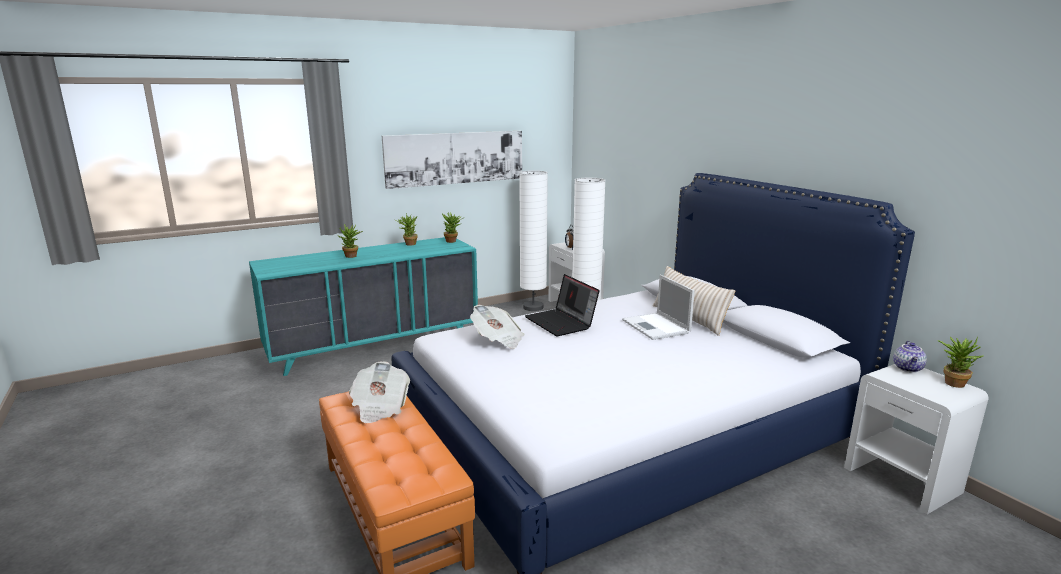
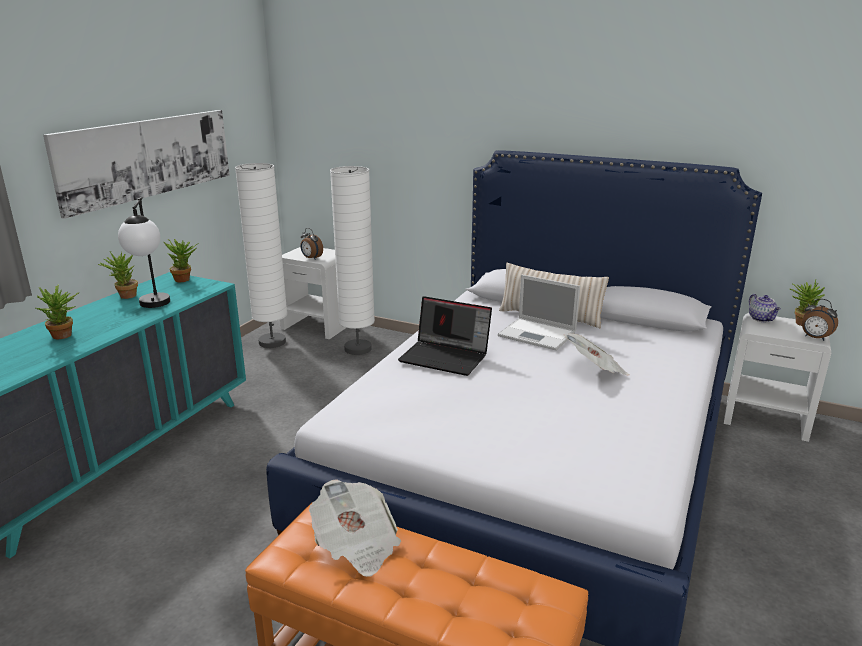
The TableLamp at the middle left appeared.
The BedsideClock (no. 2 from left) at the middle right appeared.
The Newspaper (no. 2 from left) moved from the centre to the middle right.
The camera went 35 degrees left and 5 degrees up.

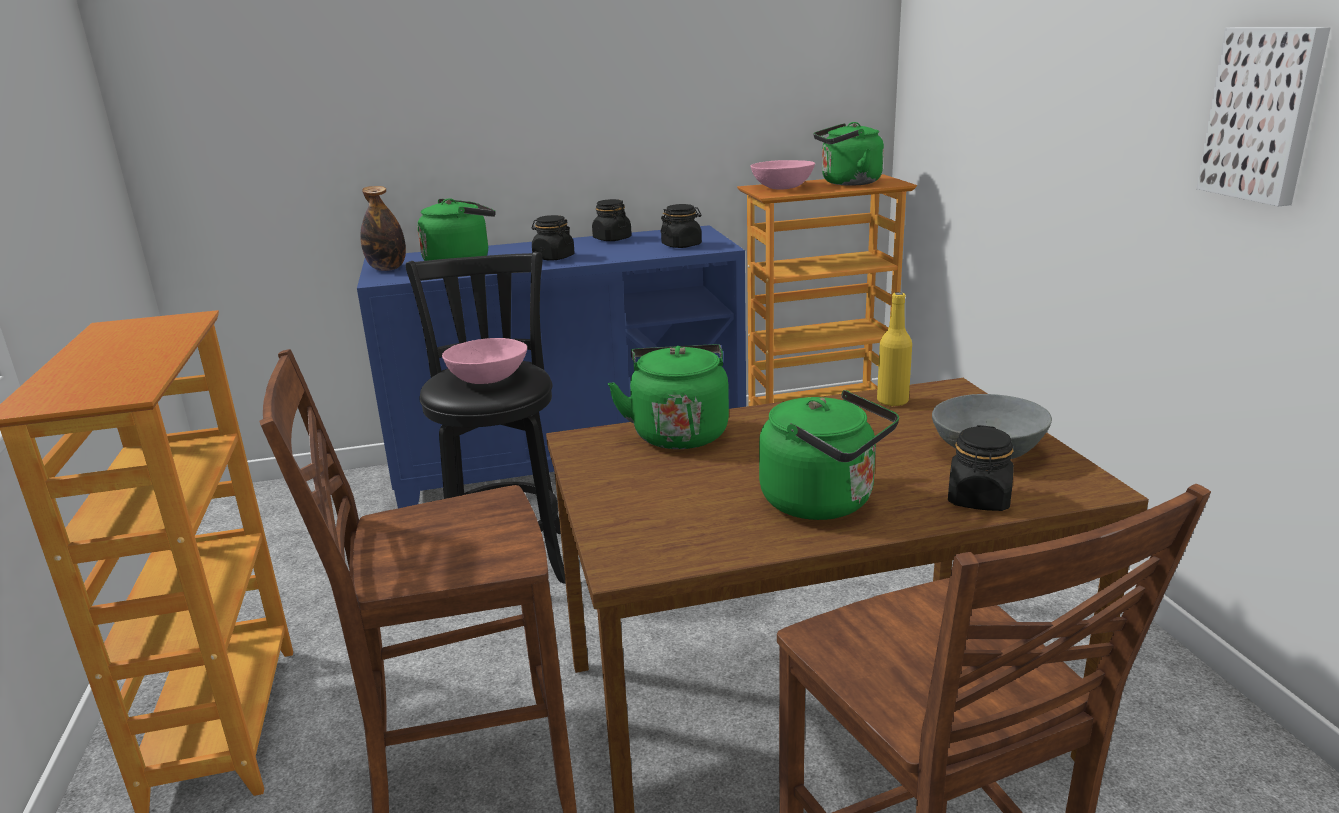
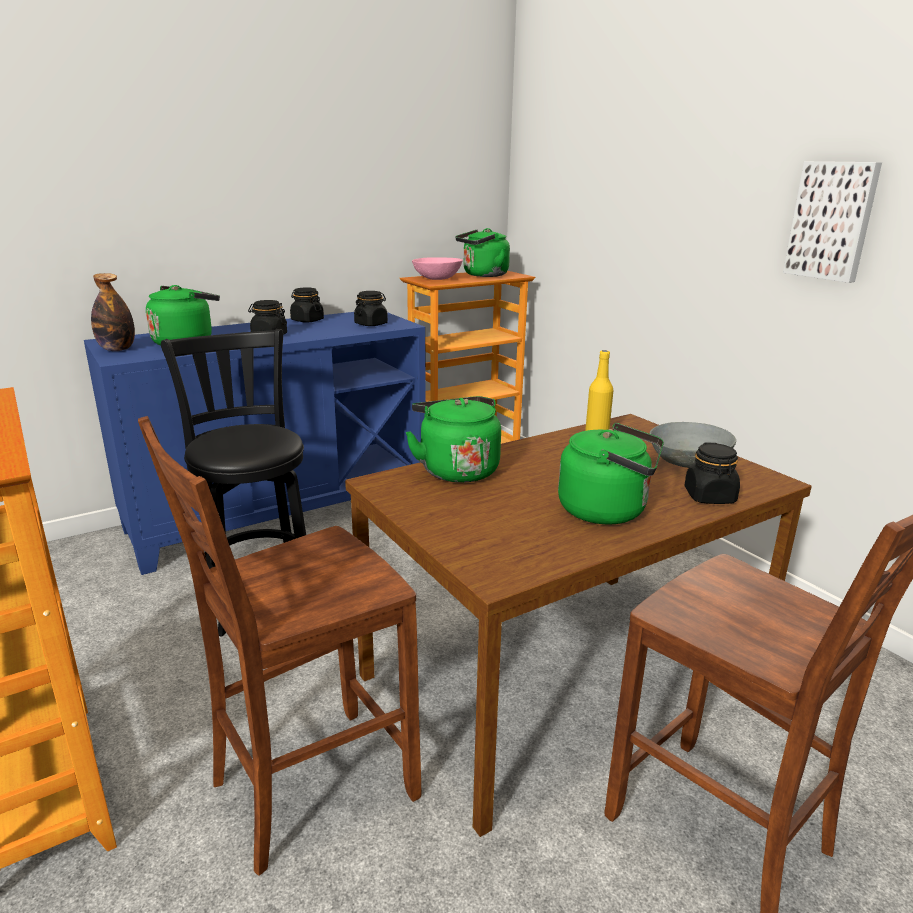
The PinkColouredDeepDish (no. 1 from left) at the centre disappeared.
The camera went 20 degrees left and 0 degrees up.

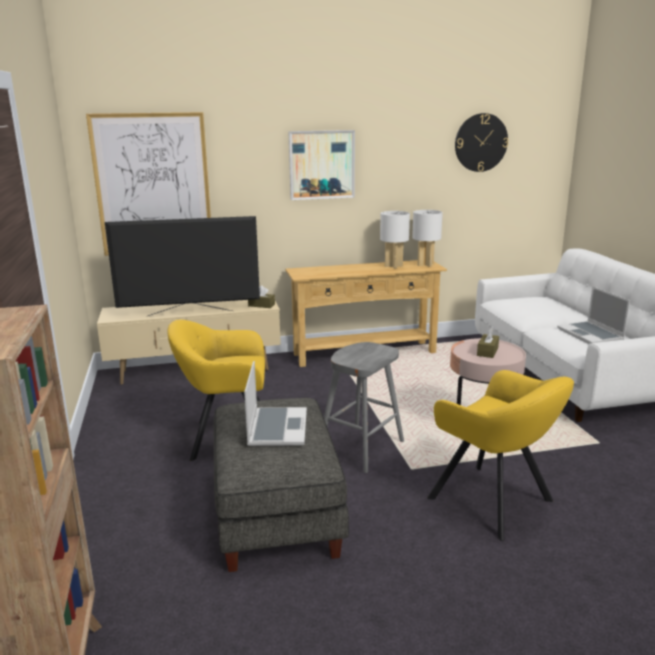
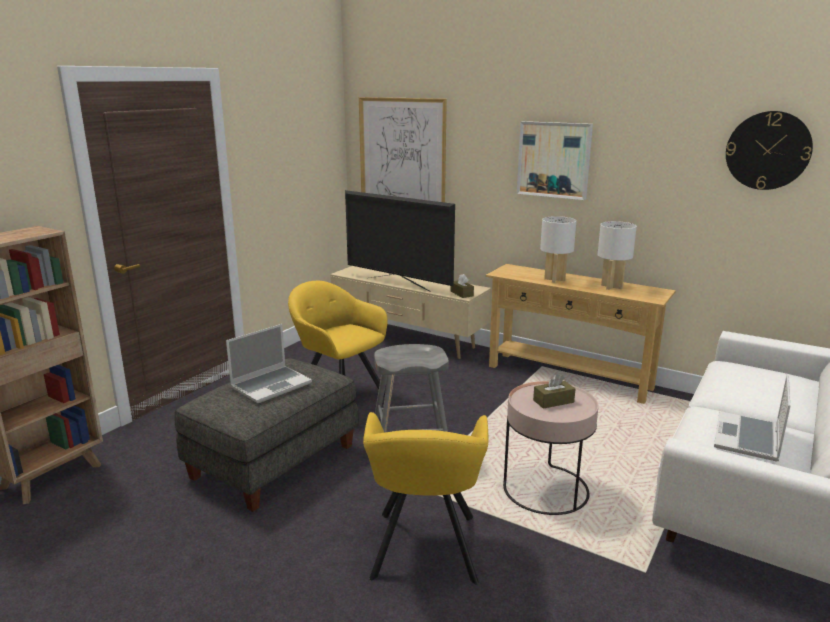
The WhiteTableLamp (no. 2 from left in the first image) moved from the centre to the middle right.
The camera went 45 degrees right and 0 degrees up.

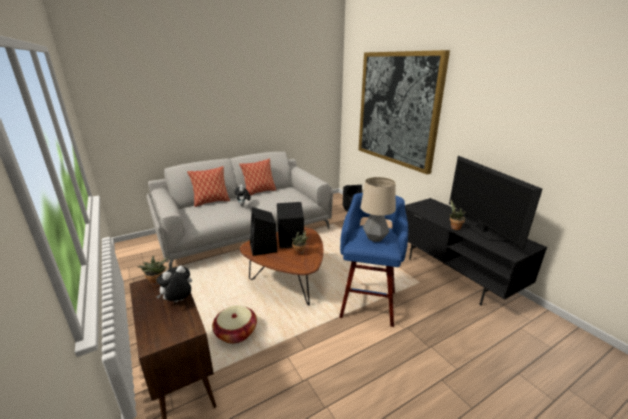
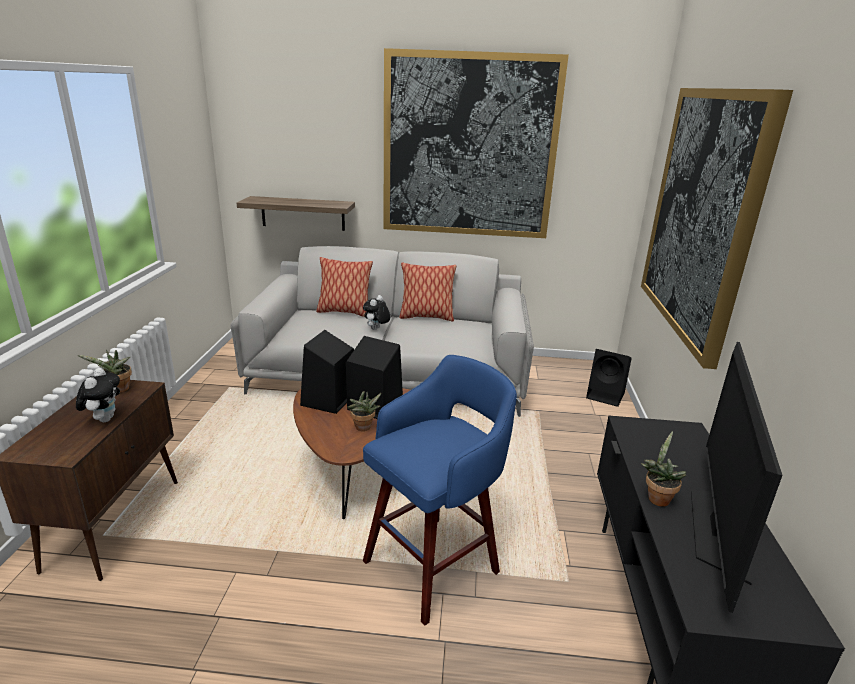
The HouseholdBasket at the bottom centre disappeared.
The TableLamp at the centre disappeared.
The BracketShelf at the top centre appeared.
The WallArt (no. 1 from left) at the top centre appeared.
The PlushToy (no. 1 from left) at the bottom left turned 90 degrees clockwise.
The camera went 35 degrees right and 0 degrees up.

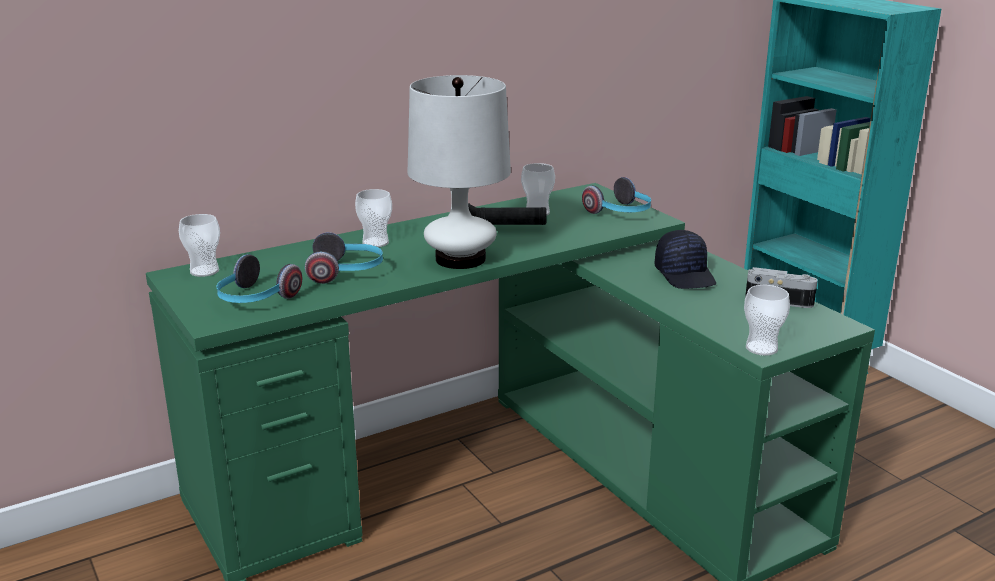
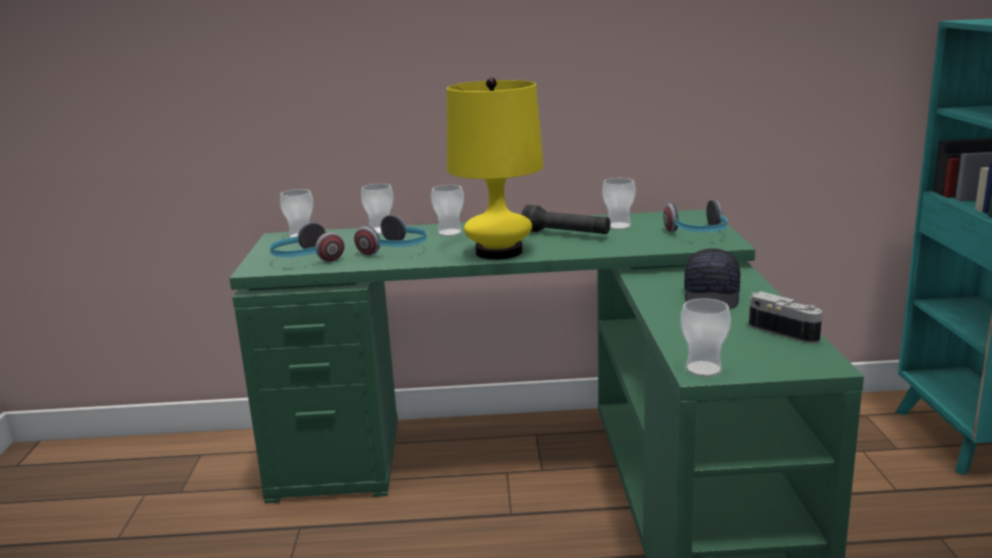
The DrinkingCup (no. 2 from left) at the centre appeared.
The WhiteTableLamp at the top centre became the YellowTableLamp at the top centre.
The camera went 30 degrees right and 5 degrees down.

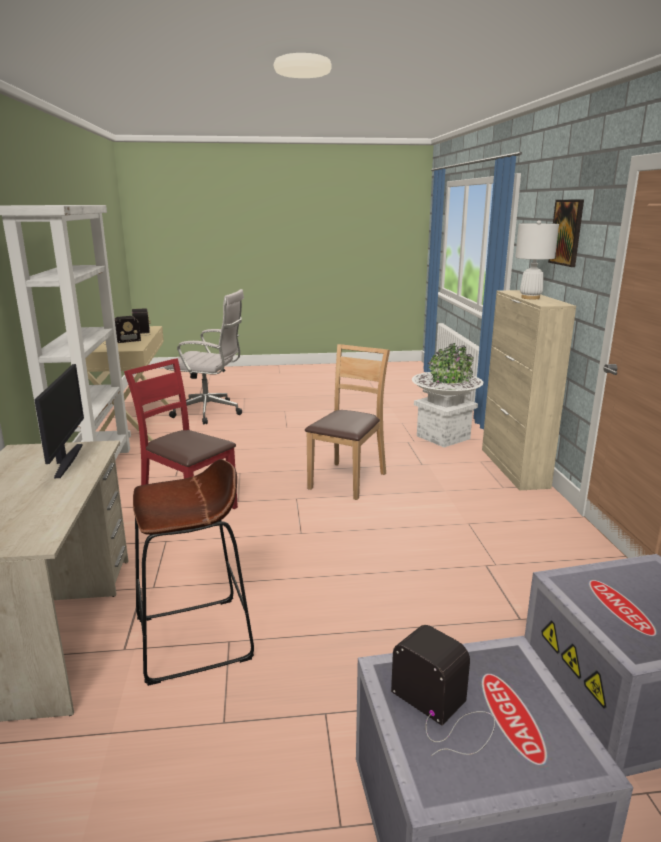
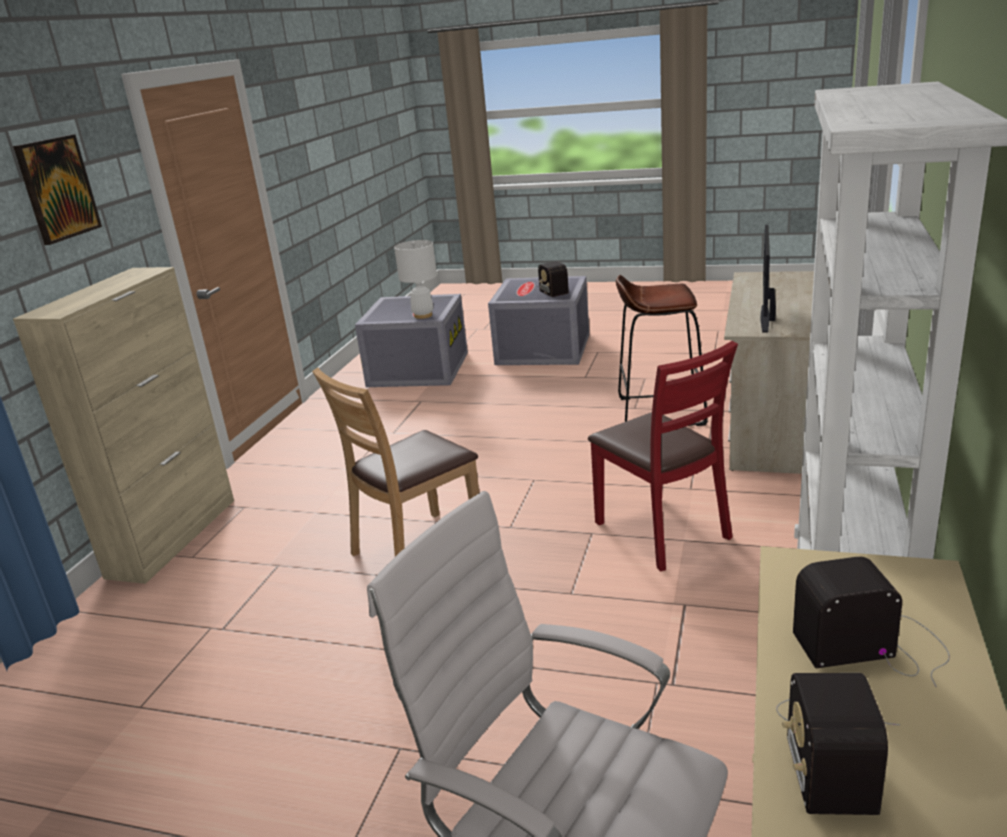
The WhitePlanter at the middle right disappeared.
The WhiteTableLamp moved from the top right to the centre.
The camera went 155 degrees left and 5 degrees up.

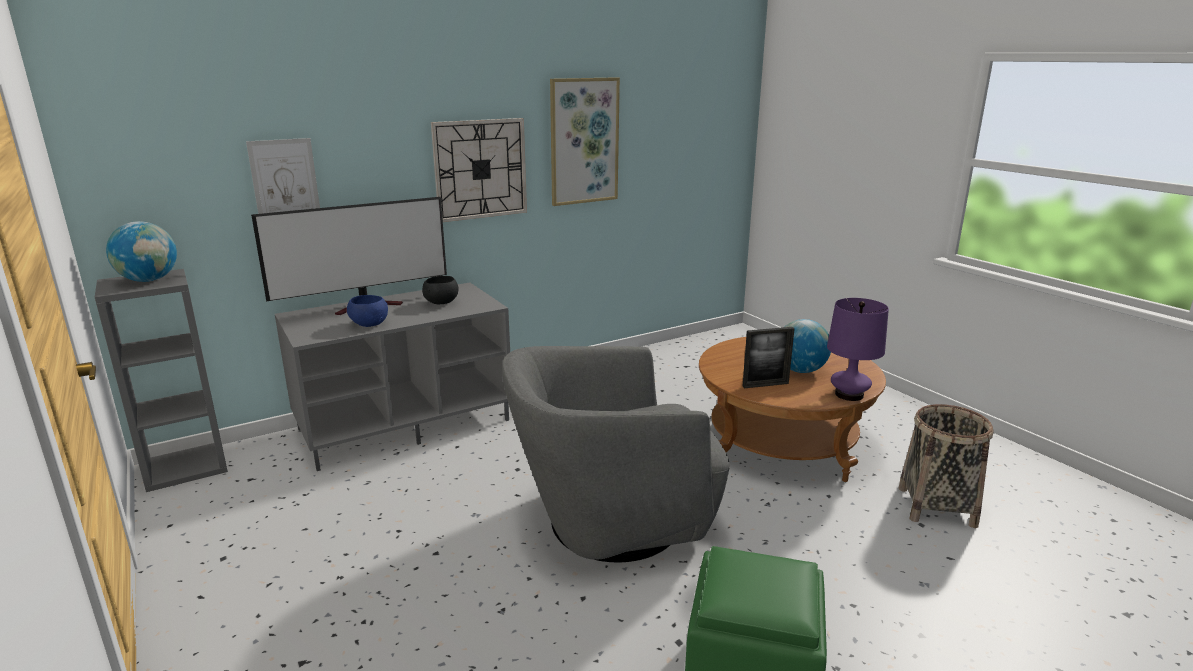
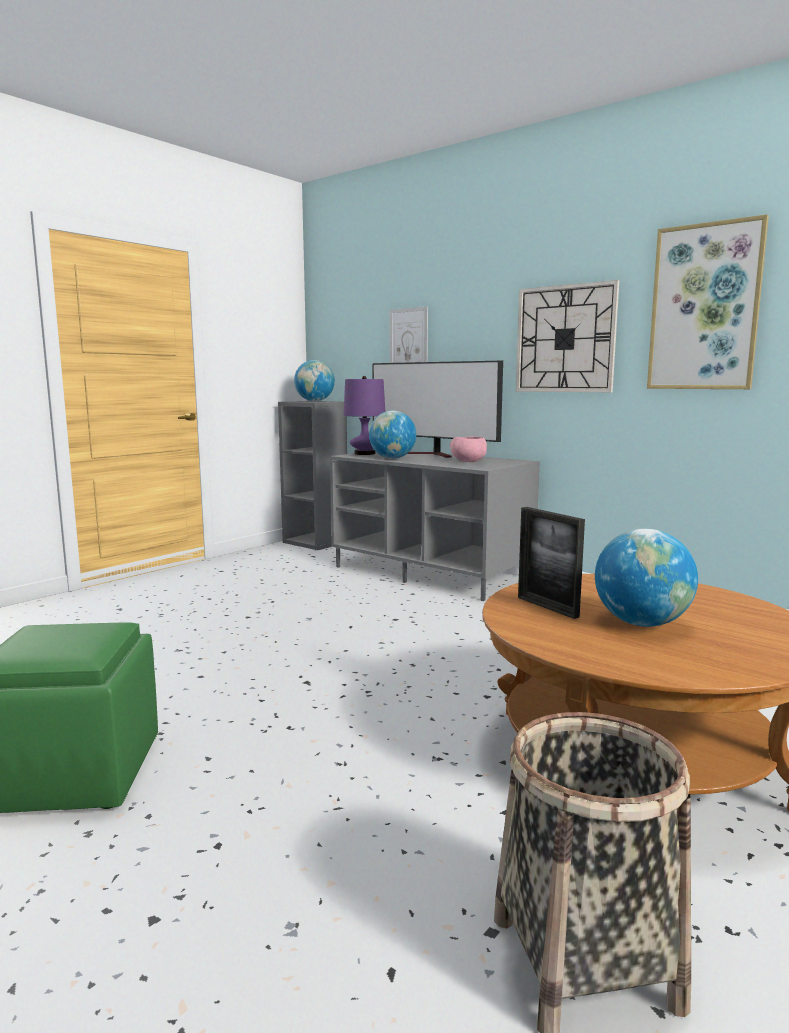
The GreyishEasyChair at the bottom centre disappeared.
The PurpleTableLamp moved from the middle right to the centre.
The BlueColouredDeepDish at the middle left was replaced by the Globe (no. 2 from left) at the centre.
The BlackishDeepDish at the centre became the PinkColouredDeepDish at the centre.
The camera went 70 degrees right and 10 degrees down.

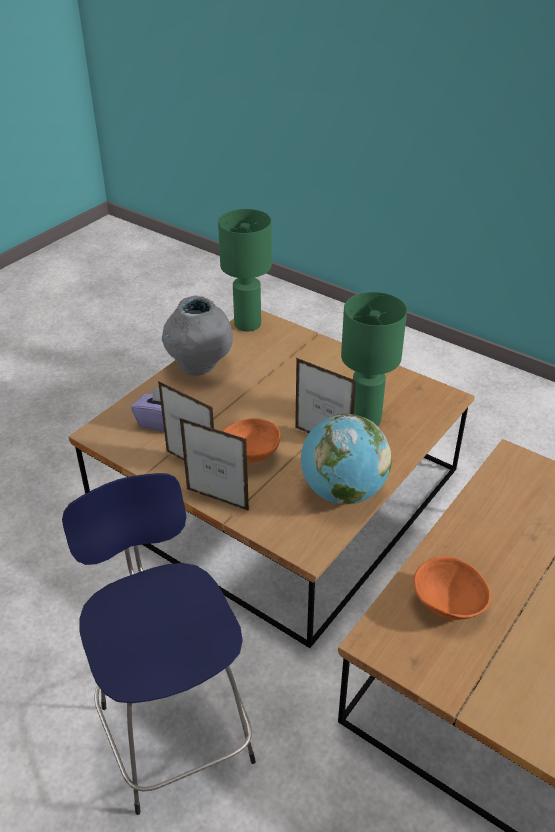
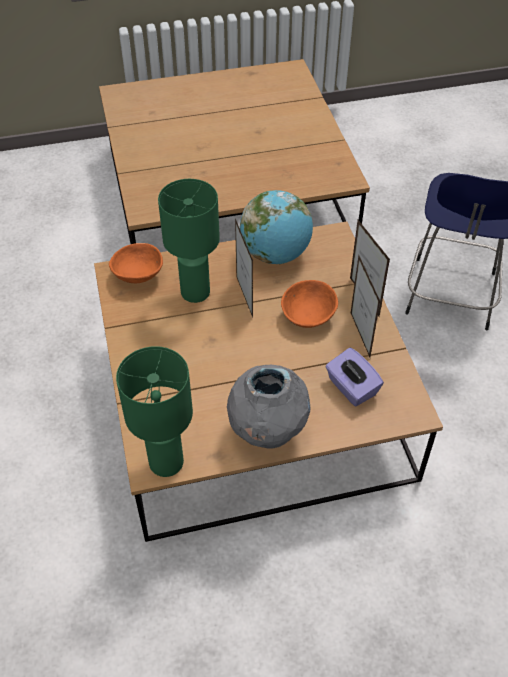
The OrangeColouredDeepDish (no. 2 from left in the first image) moved from the bottom right to the middle left.
The camera went 140 degrees left and 10 degrees up.

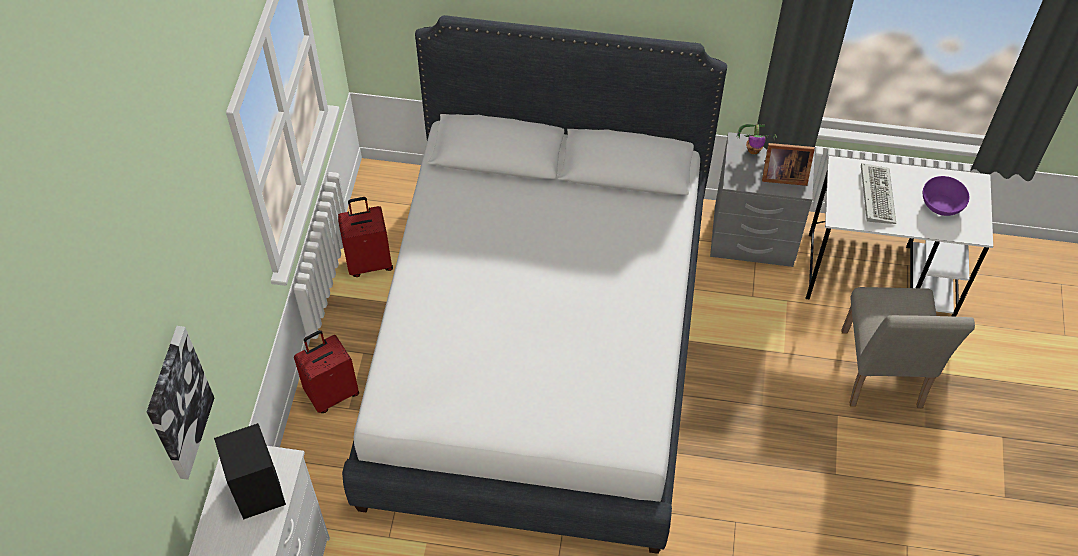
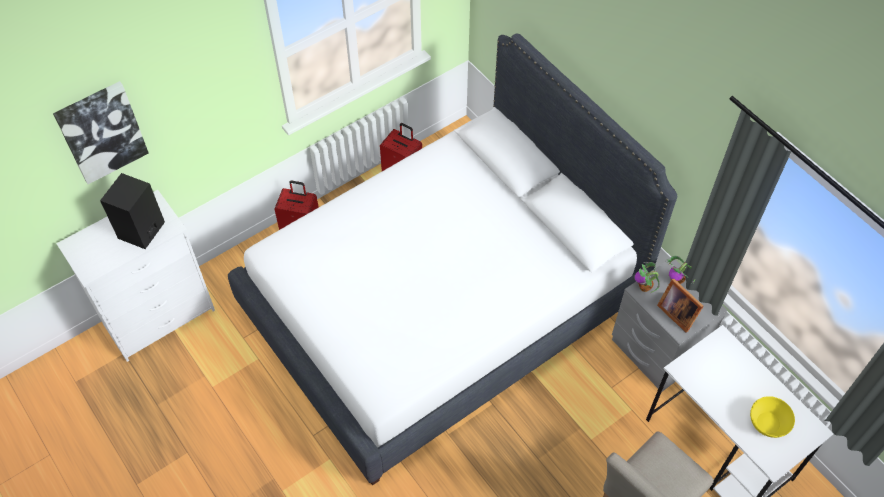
The PcKeyboard at the middle right disappeared.
The PottedPlant (no. 1 from left) at the middle right appeared.
The PurpleDeepDish at the middle right became the YellowDeepDish at the bottom right.
The camera went 45 degrees right and 0 degrees up.

